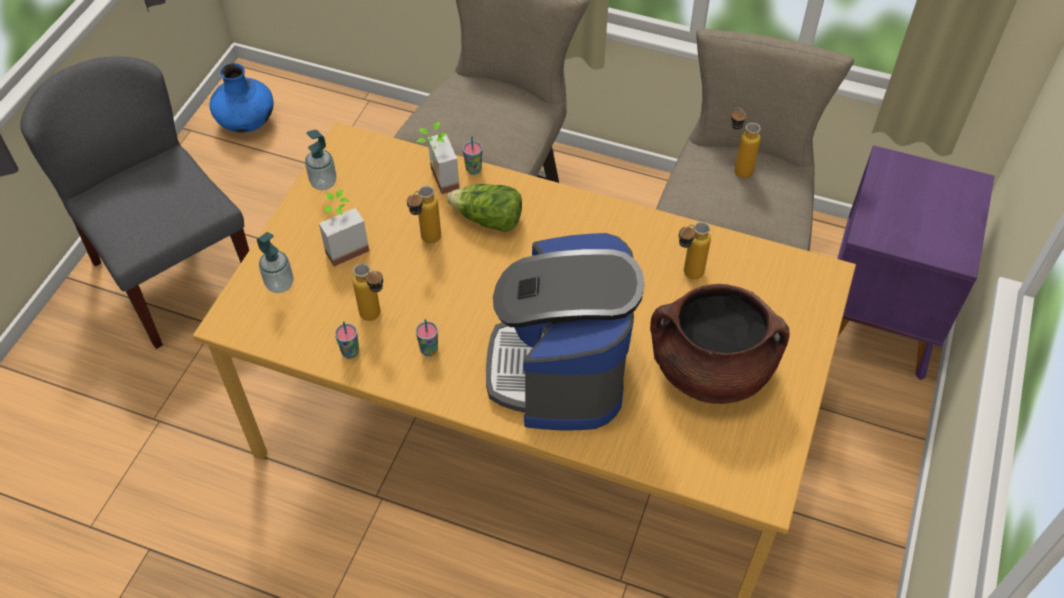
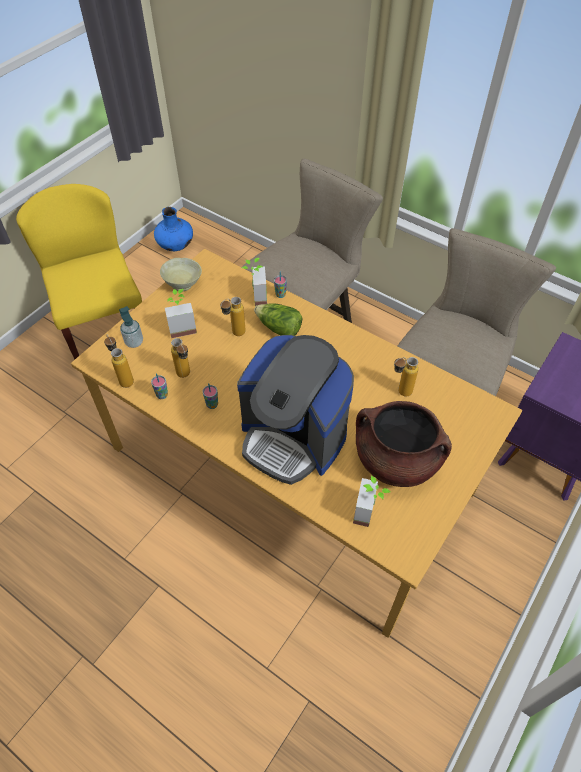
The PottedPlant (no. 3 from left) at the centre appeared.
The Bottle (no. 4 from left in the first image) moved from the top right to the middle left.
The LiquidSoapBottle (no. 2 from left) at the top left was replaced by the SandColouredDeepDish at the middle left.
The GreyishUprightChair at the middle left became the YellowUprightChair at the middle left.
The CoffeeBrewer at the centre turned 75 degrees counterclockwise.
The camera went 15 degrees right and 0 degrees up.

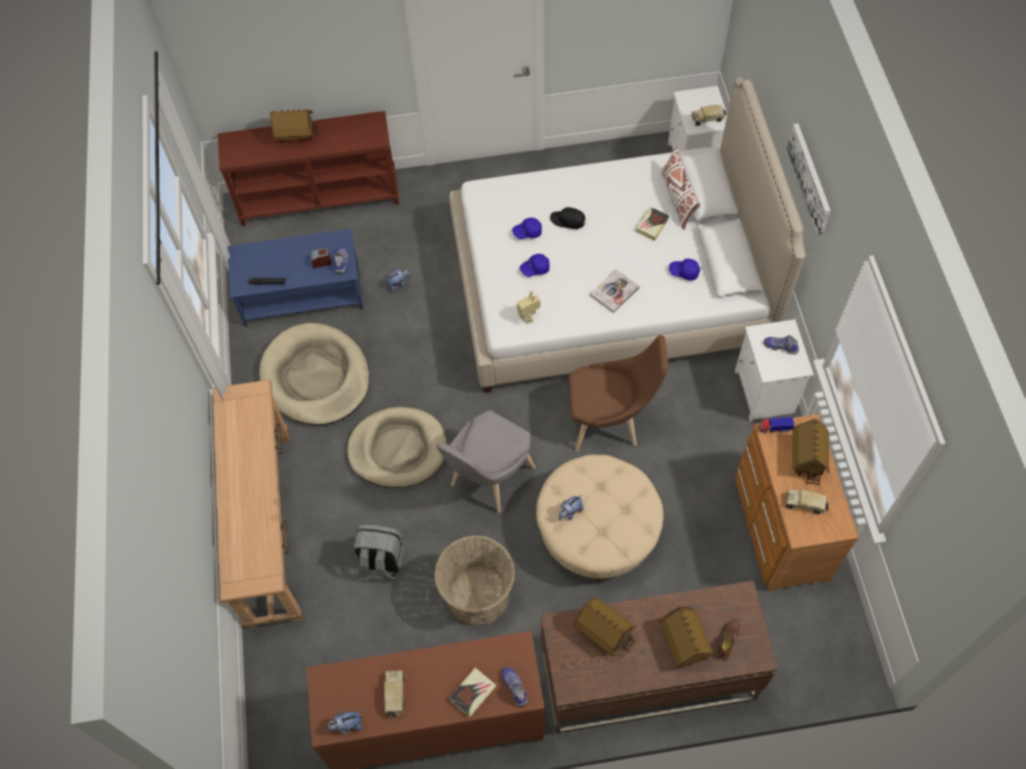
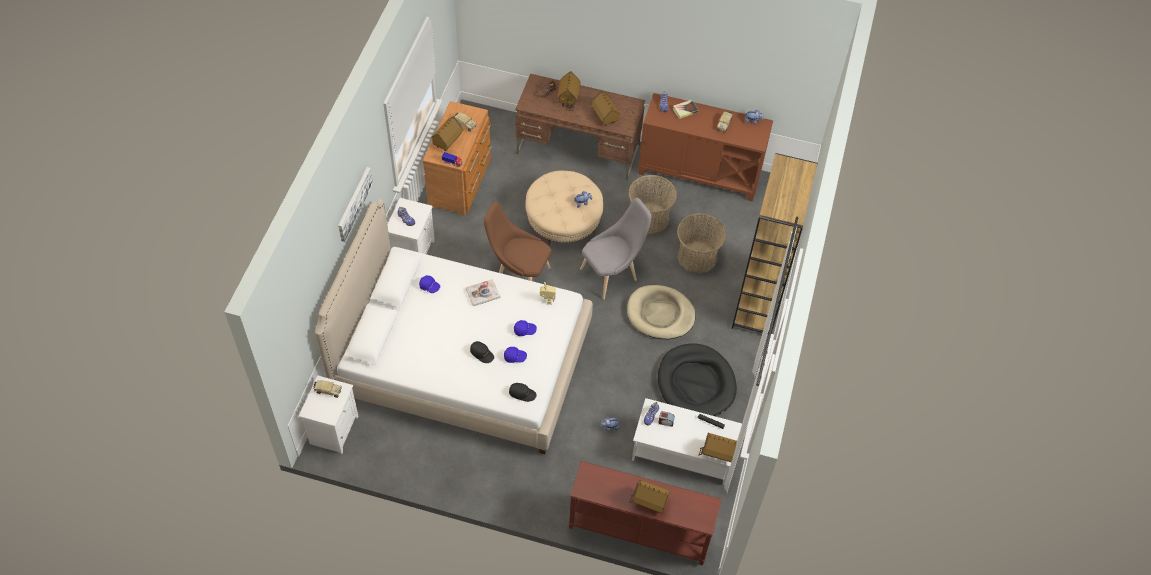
The Volume (no. 3 from left) at the top centre disappeared.
The WhitePillow at the top centre disappeared.
The BlackishBaseballCap (no. 2 from left) at the bottom centre appeared.
The ToyHouse (no. 5 from left) at the bottom centre appeared.
The BrownConsoleTable (no. 1 from left) at the middle left was replaced by the BrownShelvingUnit at the middle right.
The GreyishRucksack at the bottom centre was replaced by the HouseholdBasket (no. 2 from left) at the centre.
The BlueColouredCoffeeTable at the middle left became the WhiteCoffeeTable at the bottom centre.
The SandColouredDogCushion (no. 1 from left) at the middle left became the BlackishDogCushion at the centre.
The camera went 160 degrees left and 5 degrees down.

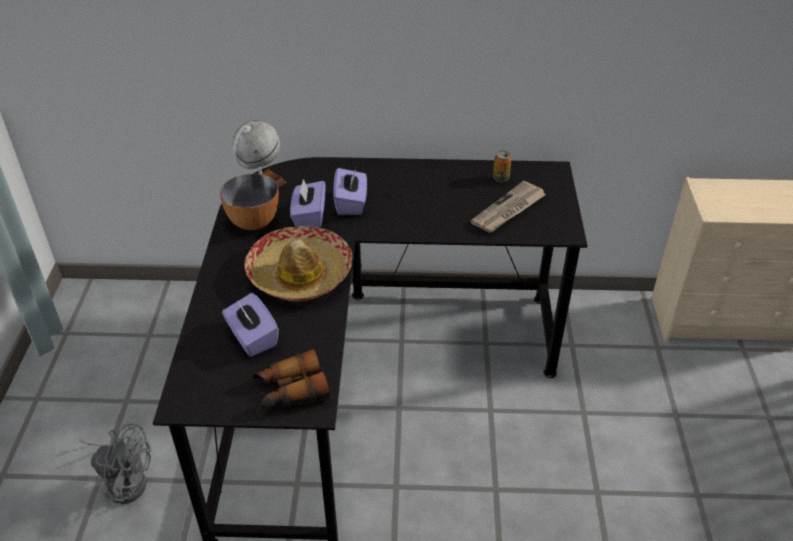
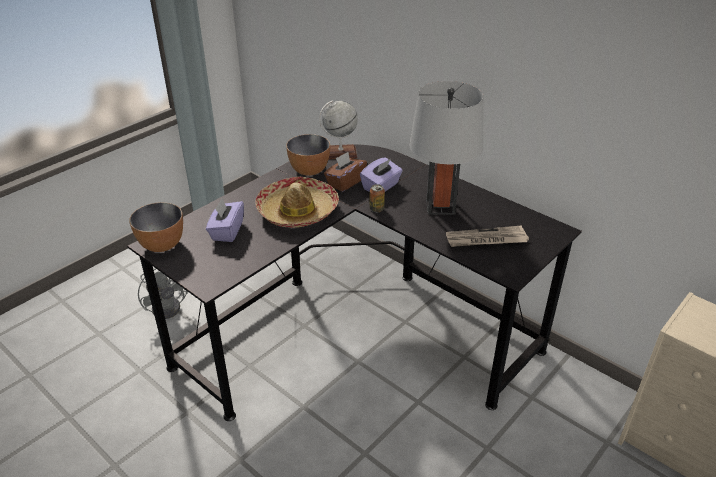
The PairOfBinoculars at the bottom centre disappeared.
The DeepDish (no. 1 from left) at the middle left appeared.
The GreyishTableLamp at the top centre appeared.
The SealedCan moved from the top centre to the centre.
The PurpleBoxOfTissues (no. 2 from left) at the centre became the BrownBoxOfTissues at the centre.
The camera went 40 degrees right and 5 degrees down.

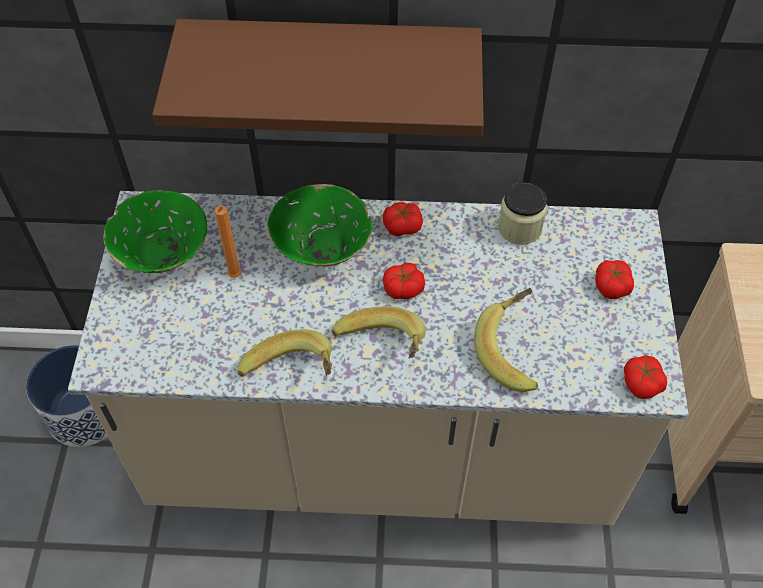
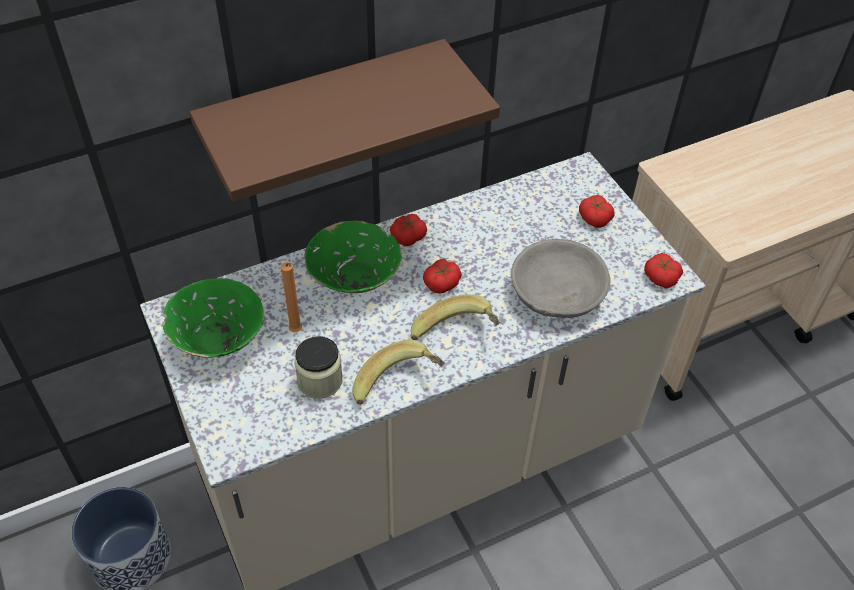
The Jar moved from the middle right to the centre.
The WholeBanana (no. 3 from left) at the centre was replaced by the GreyishDeepDish at the centre.
The camera went 30 degrees left and 5 degrees down.

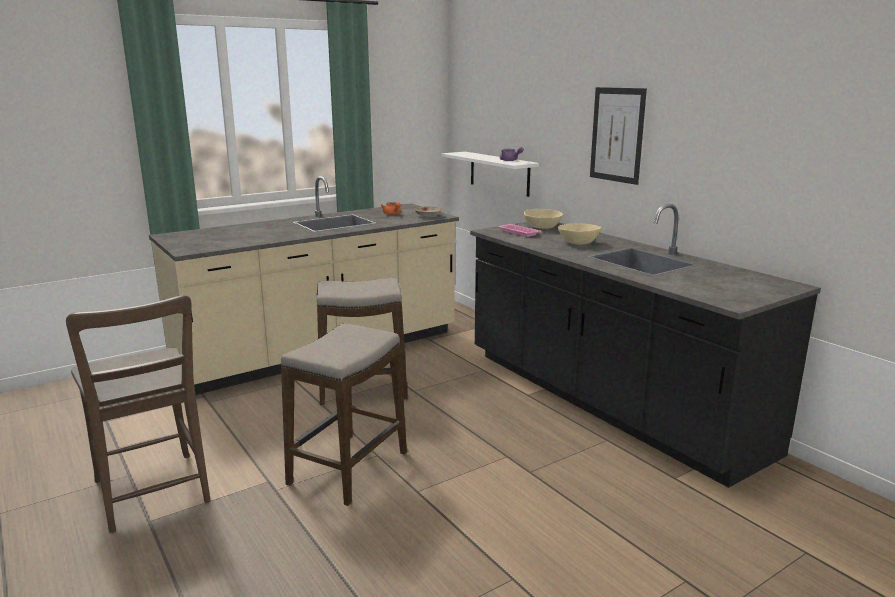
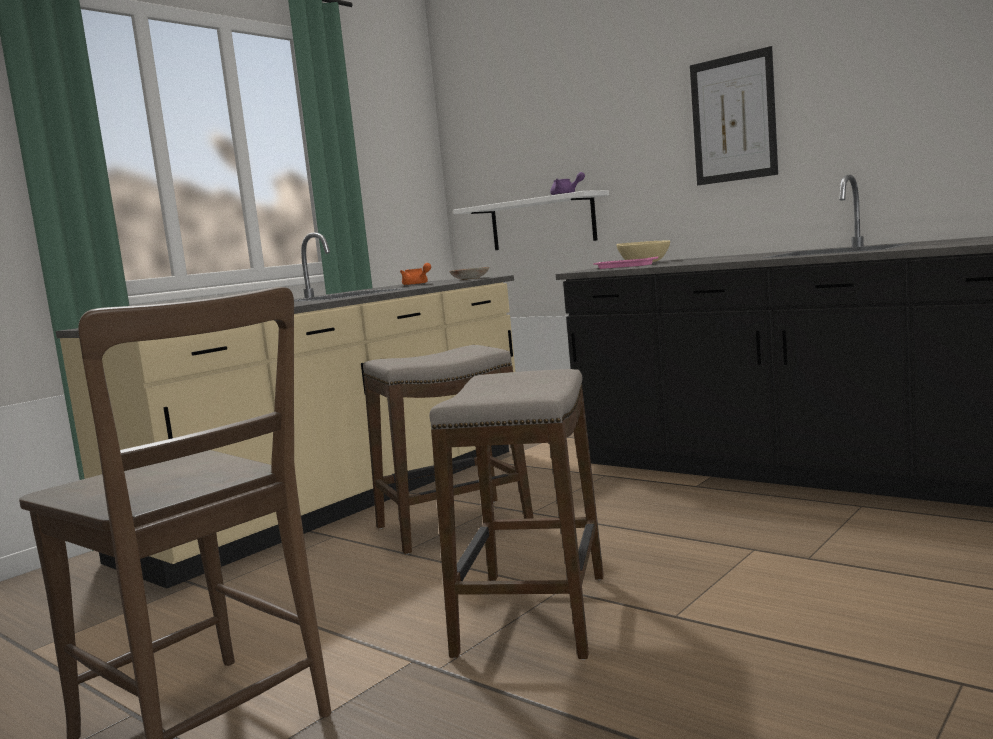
The SandColouredDeepDish (no. 2 from left) at the centre disappeared.
The camera went 15 degrees left and 10 degrees down.

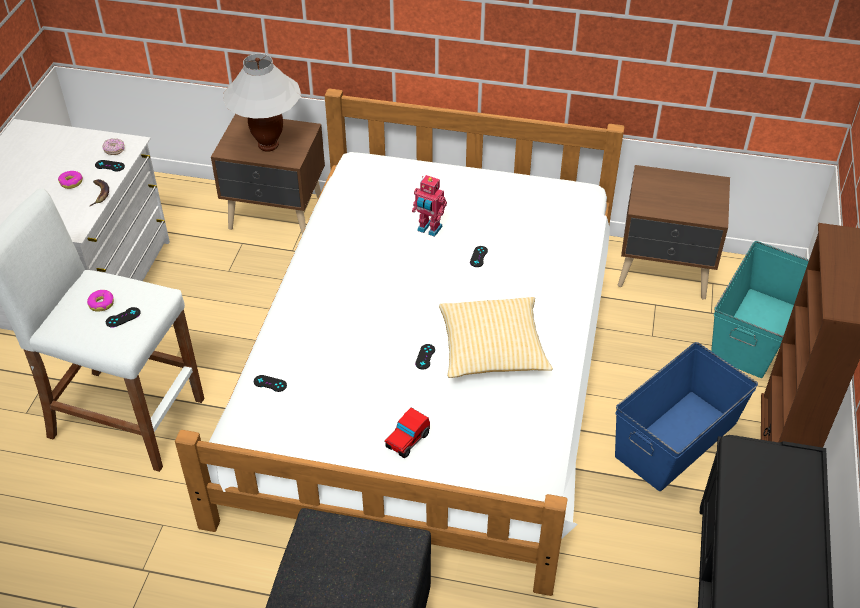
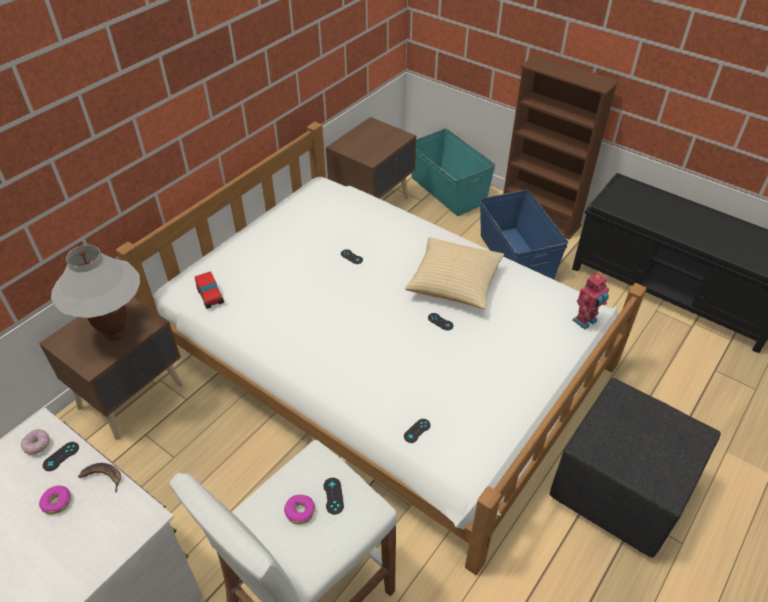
The MiniatureCar moved from the bottom centre to the middle left.
The ToyRobot moved from the centre to the middle right.
The camera went 65 degrees left and 0 degrees up.

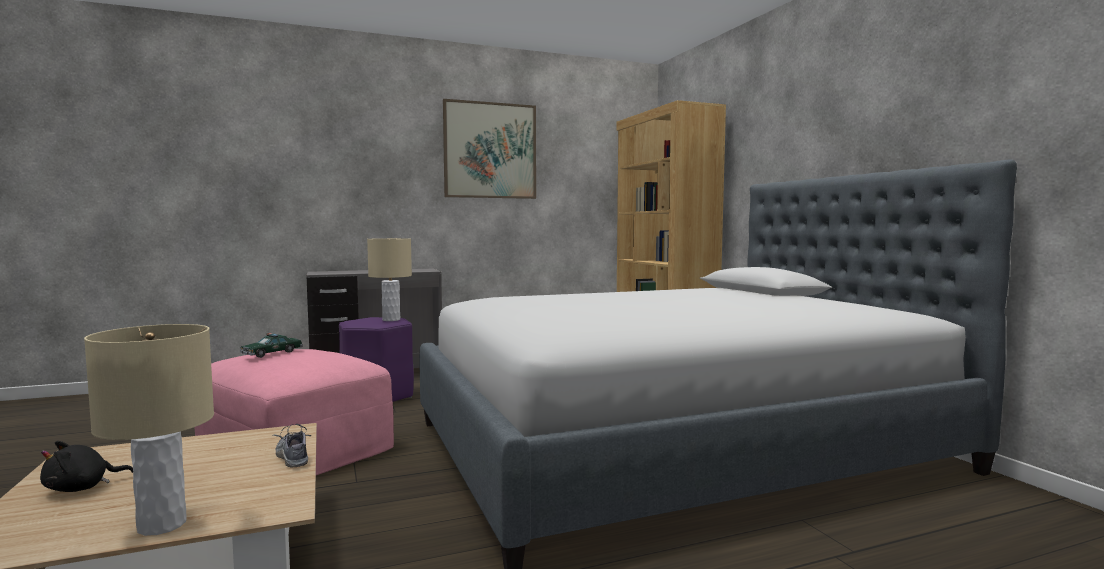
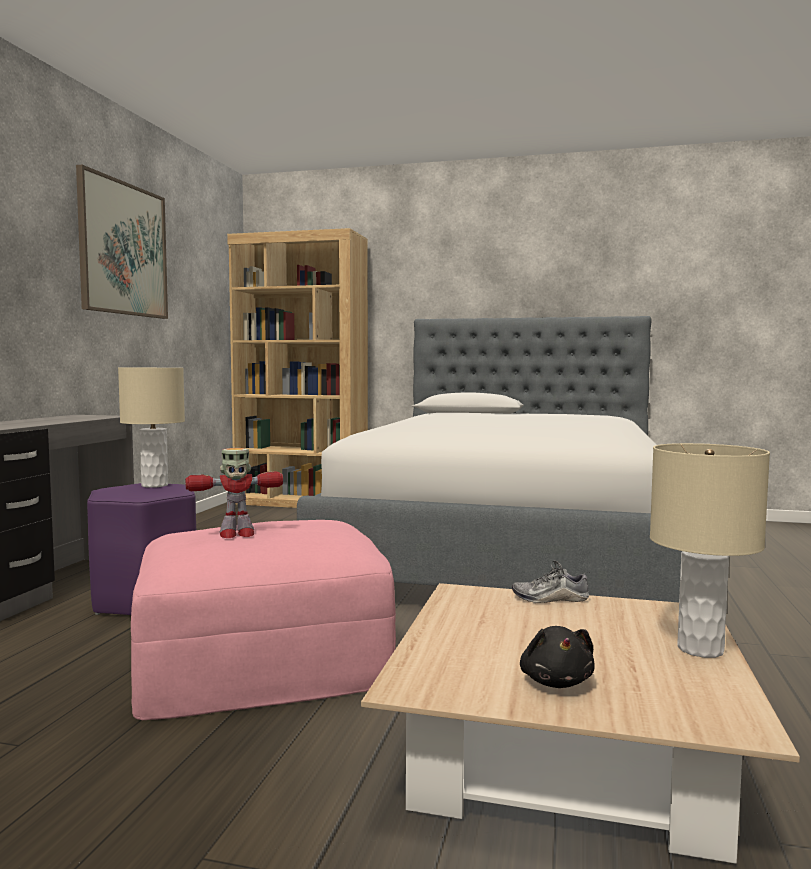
The MiniatureCar at the middle left was replaced by the ToyRobot at the middle left.
The camera went 55 degrees left and 0 degrees up.

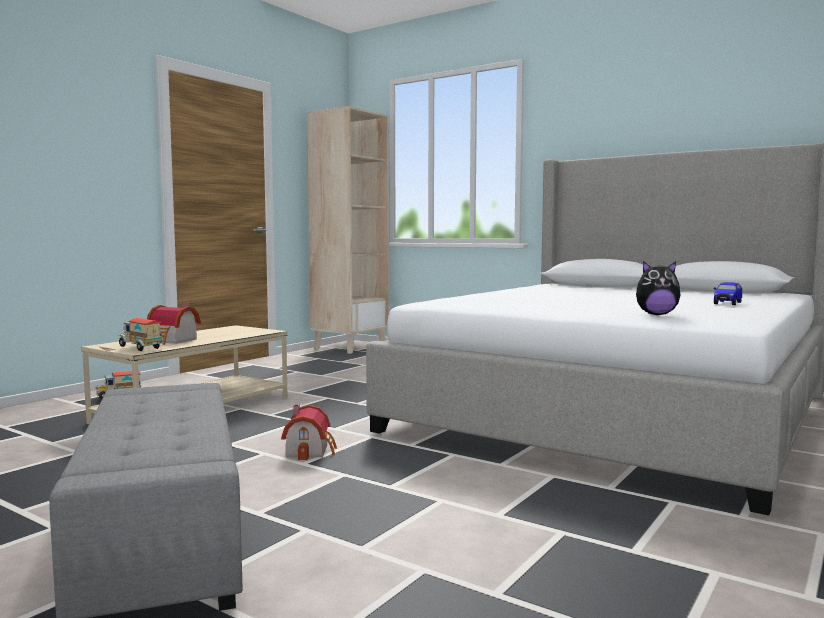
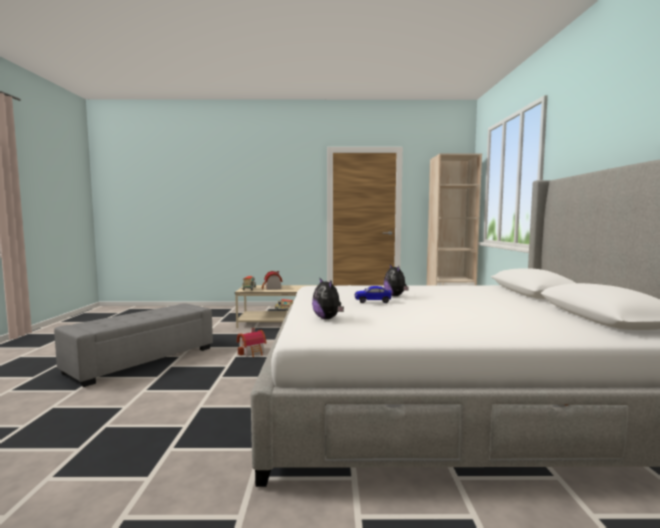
The PlushToy (no. 2 from left) at the centre appeared.
The MiniatureCar moved from the middle right to the centre.
The camera went 55 degrees right and 0 degrees up.

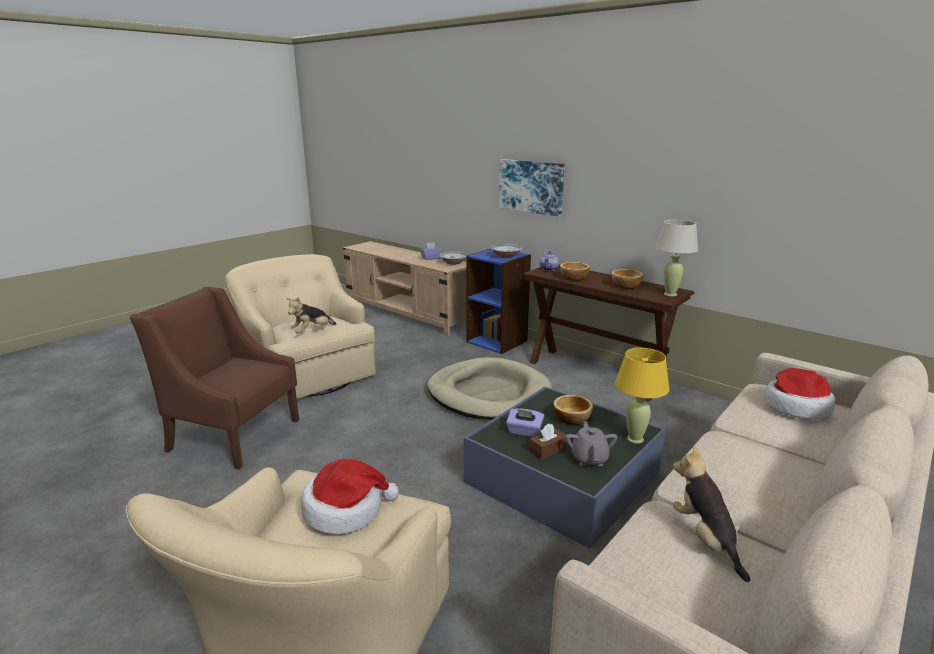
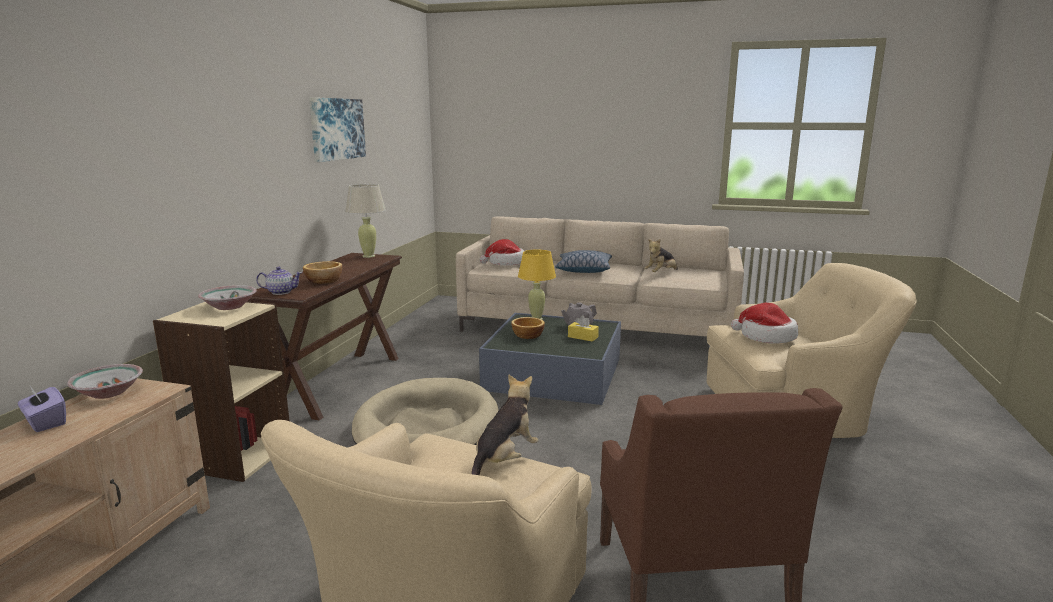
The PurpleBoxOfTissues (no. 2 from left) at the centre disappeared.
The DeepDish (no. 5 from left) at the middle right disappeared.
The Pillow at the centre appeared.
The WallArt moved from the top centre to the top left.
The BlueColouredShelvingUnit at the centre became the SandColouredShelvingUnit at the middle left.
The BrownBoxOfTissues at the bottom centre became the YellowBoxOfTissues at the centre.
The PlushToy (no. 1 from left) at the middle left turned 75 degrees counterclockwise.
The camera went 115 degrees left and 5 degrees down.

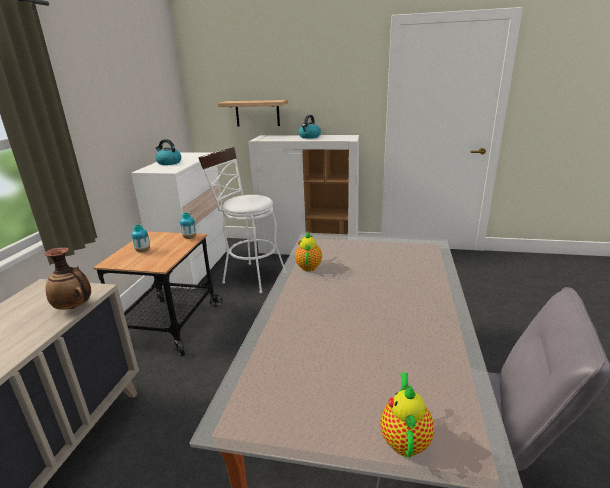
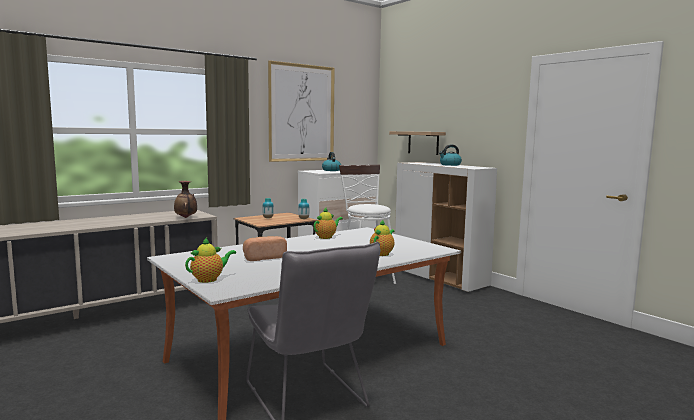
The BakedBread at the centre appeared.
The WallArt at the top centre appeared.
The TeaPot (no. 3 from left) at the centre appeared.
The camera went 40 degrees right and 15 degrees down.

